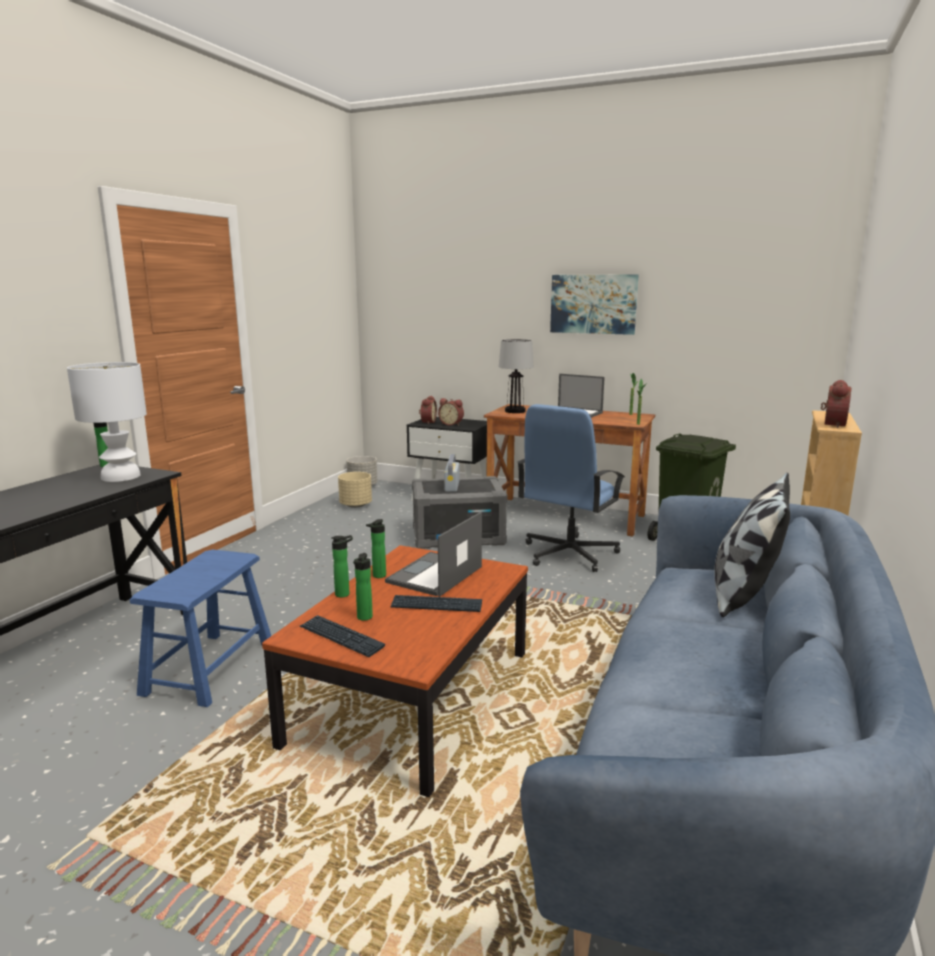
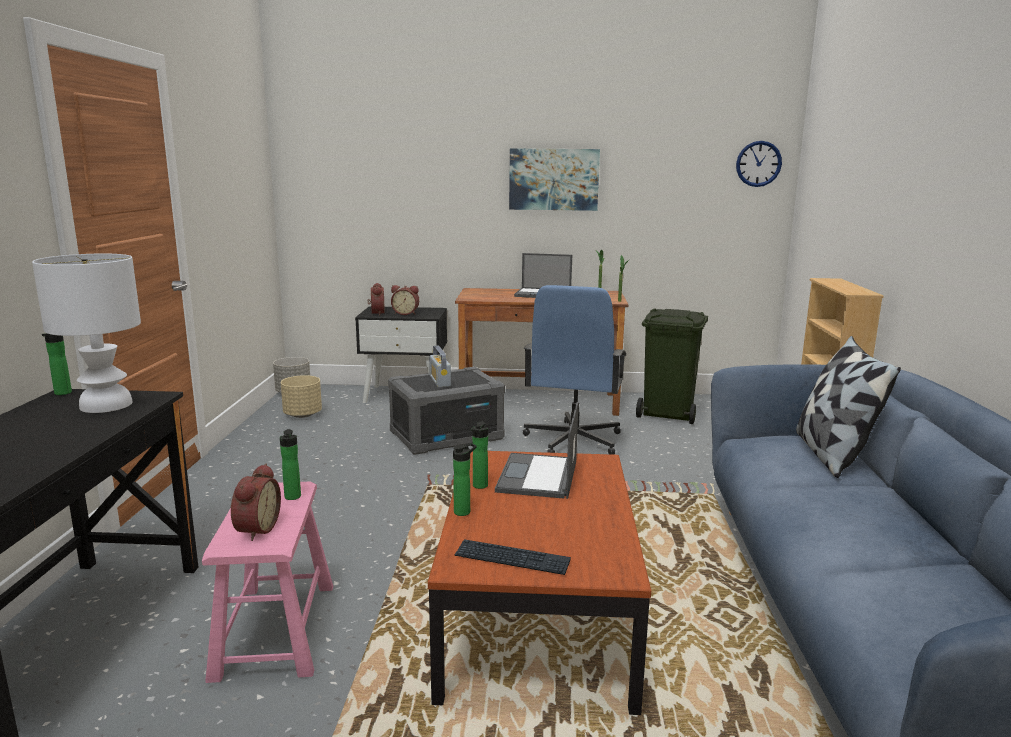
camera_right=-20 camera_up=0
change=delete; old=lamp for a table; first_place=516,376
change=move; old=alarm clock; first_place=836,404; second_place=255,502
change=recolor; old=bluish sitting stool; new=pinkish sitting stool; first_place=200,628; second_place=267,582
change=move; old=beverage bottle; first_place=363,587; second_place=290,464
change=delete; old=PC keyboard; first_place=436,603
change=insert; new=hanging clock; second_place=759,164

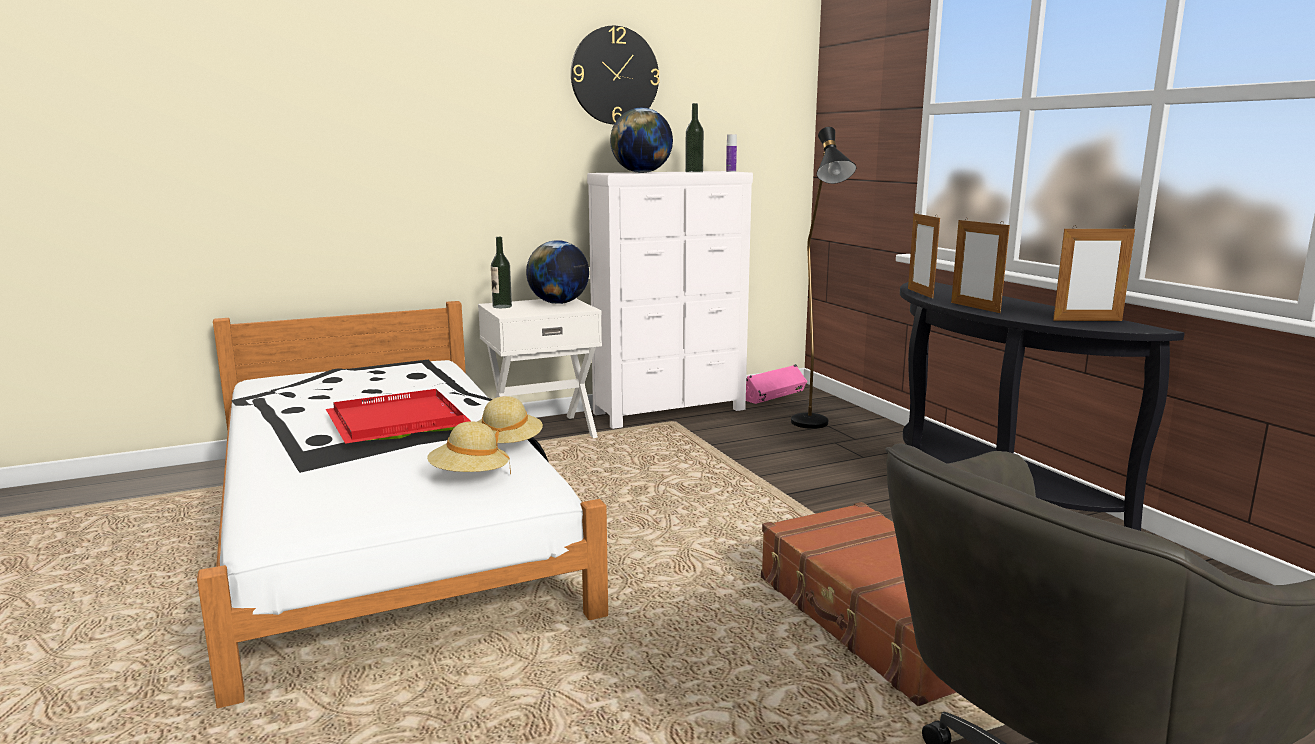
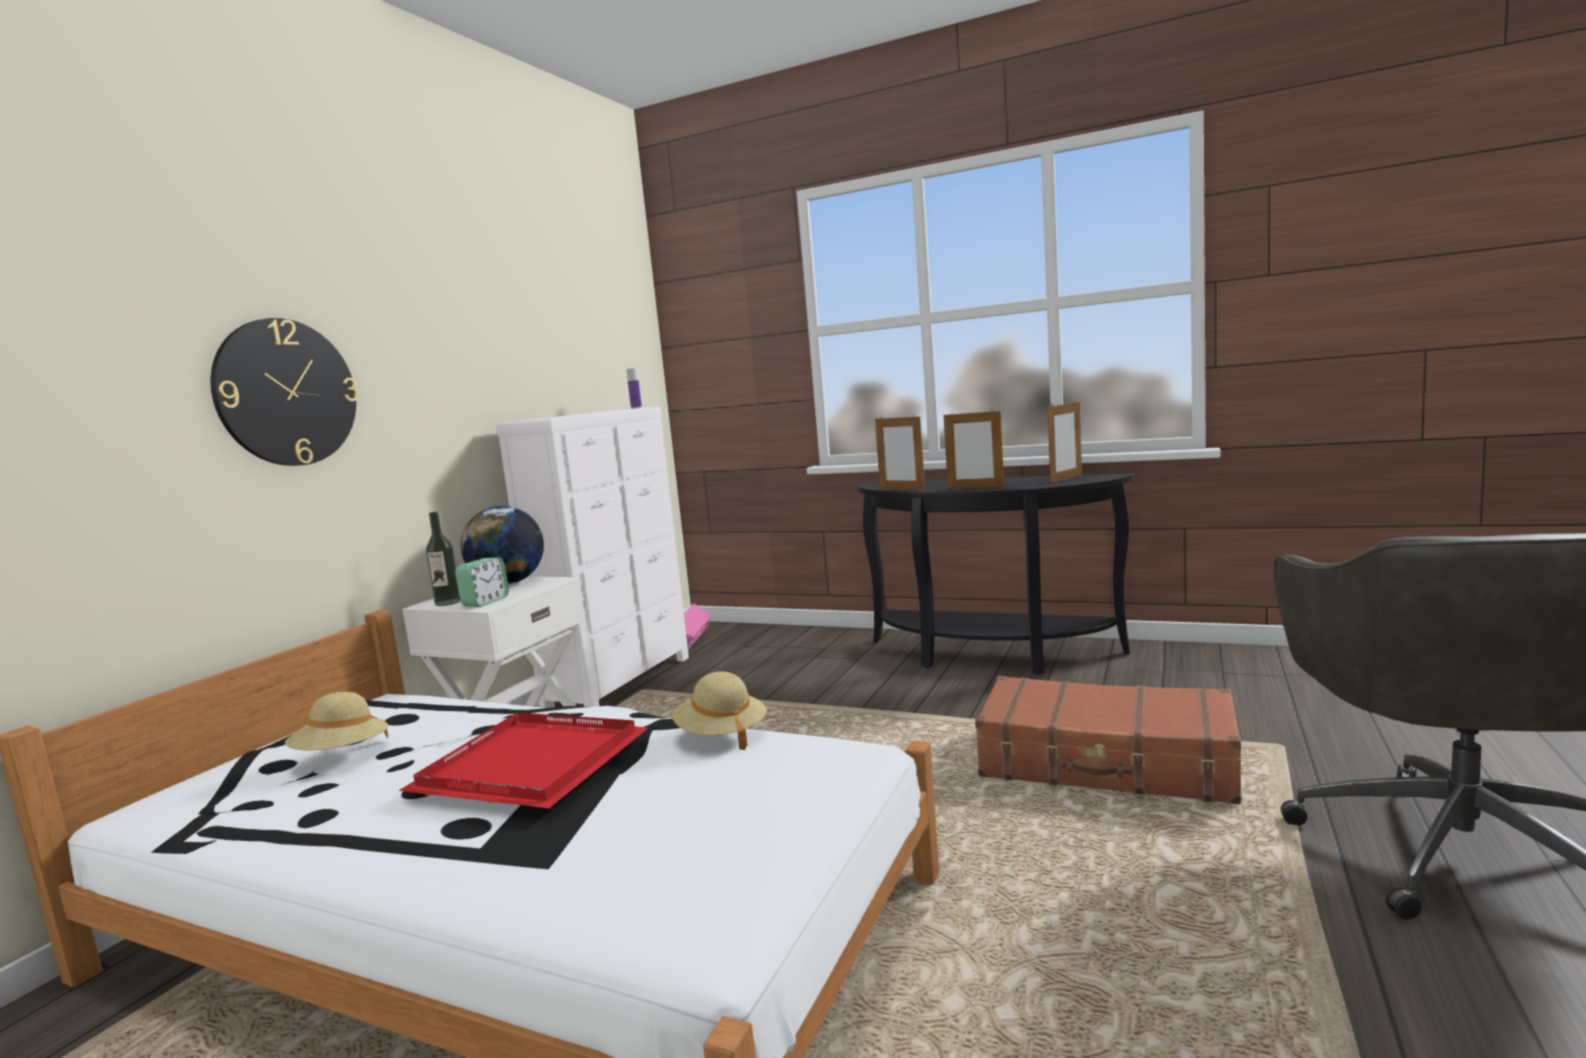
camera_right=-40 camera_up=-5
change=move; old=hanging clock; first_place=615,75; second_place=284,392
change=delete; old=beverage bottle; first_place=694,137
change=delete; old=world globe; first_place=641,140
change=delete; old=black-coloured standing lamp; first_place=824,278
change=move; old=beige wearable hat; first_place=469,447; second_place=336,721
change=insert; new=alarm clock; second_place=482,582

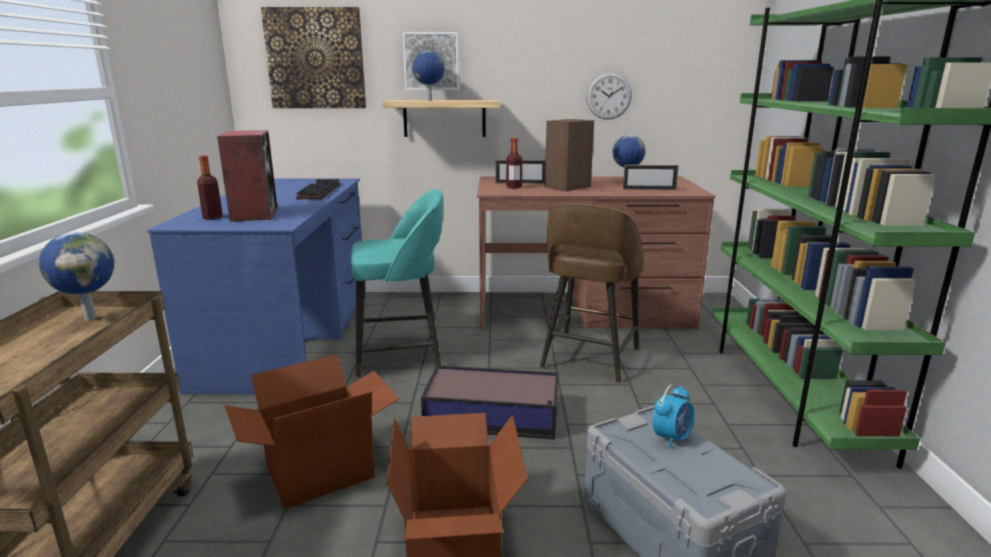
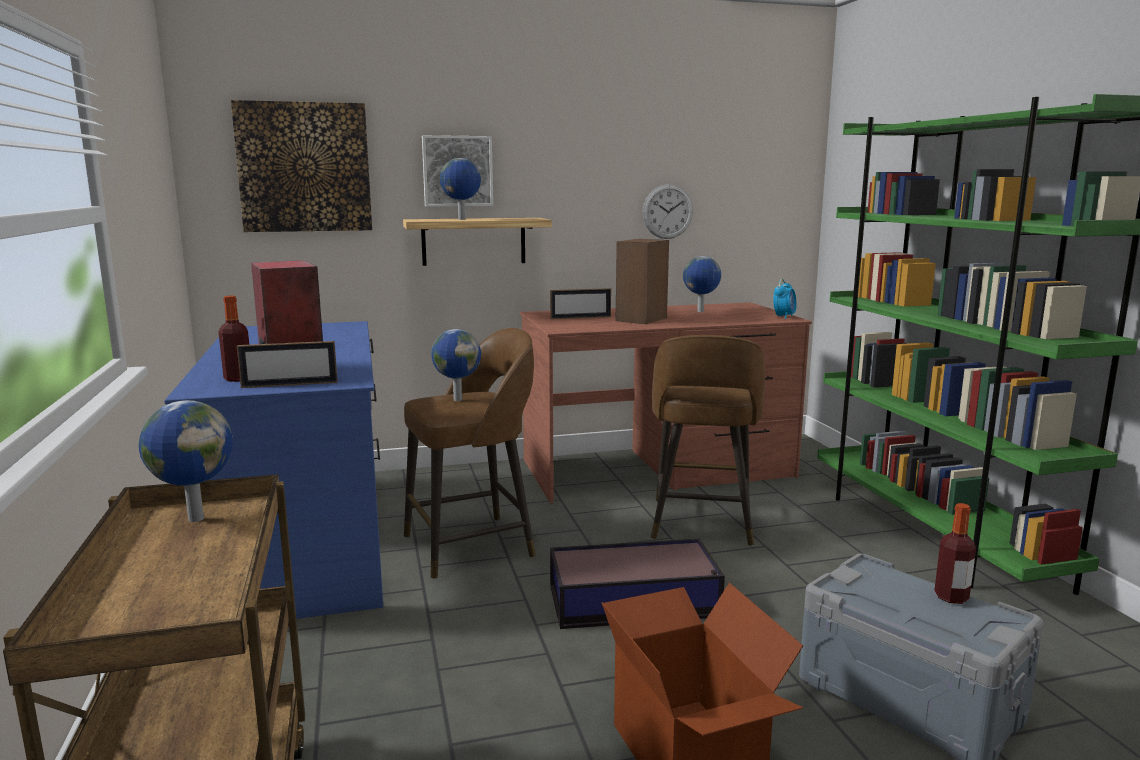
camera_right=-15 camera_up=-5
change=move; old=beverage bottle; first_place=514,163; second_place=955,553
change=move; old=picture frame; first_place=651,177; second_place=287,364
change=delete; old=PC keyboard; first_place=318,189
change=recolor; old=blue-green sitting stool; new=brown sitting stool; first_place=397,283; second_place=470,453
change=delete; old=cardboard box; first_place=312,431
change=move; old=alarm clock; first_place=673,416; second_place=785,299
change=insert; new=world globe; second_place=456,365

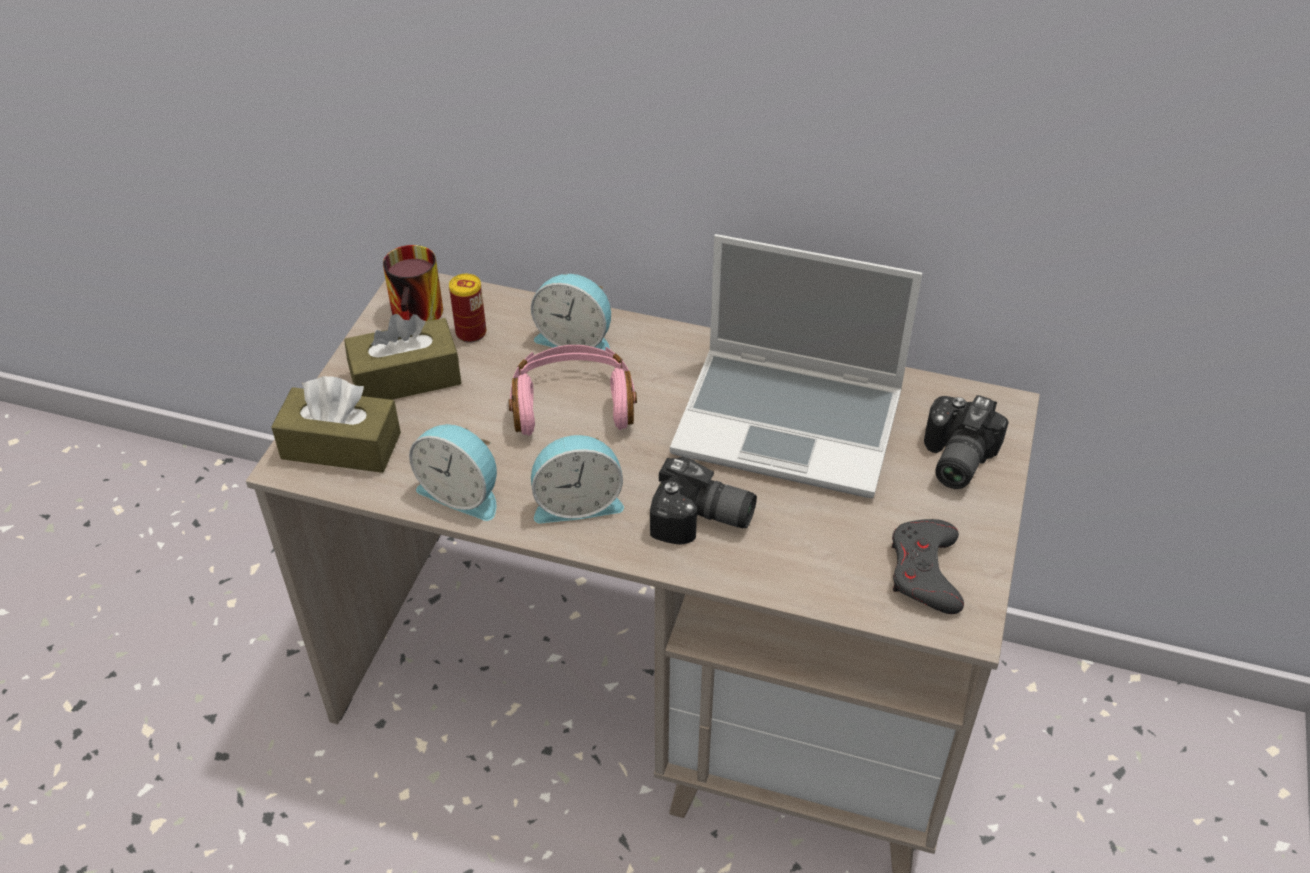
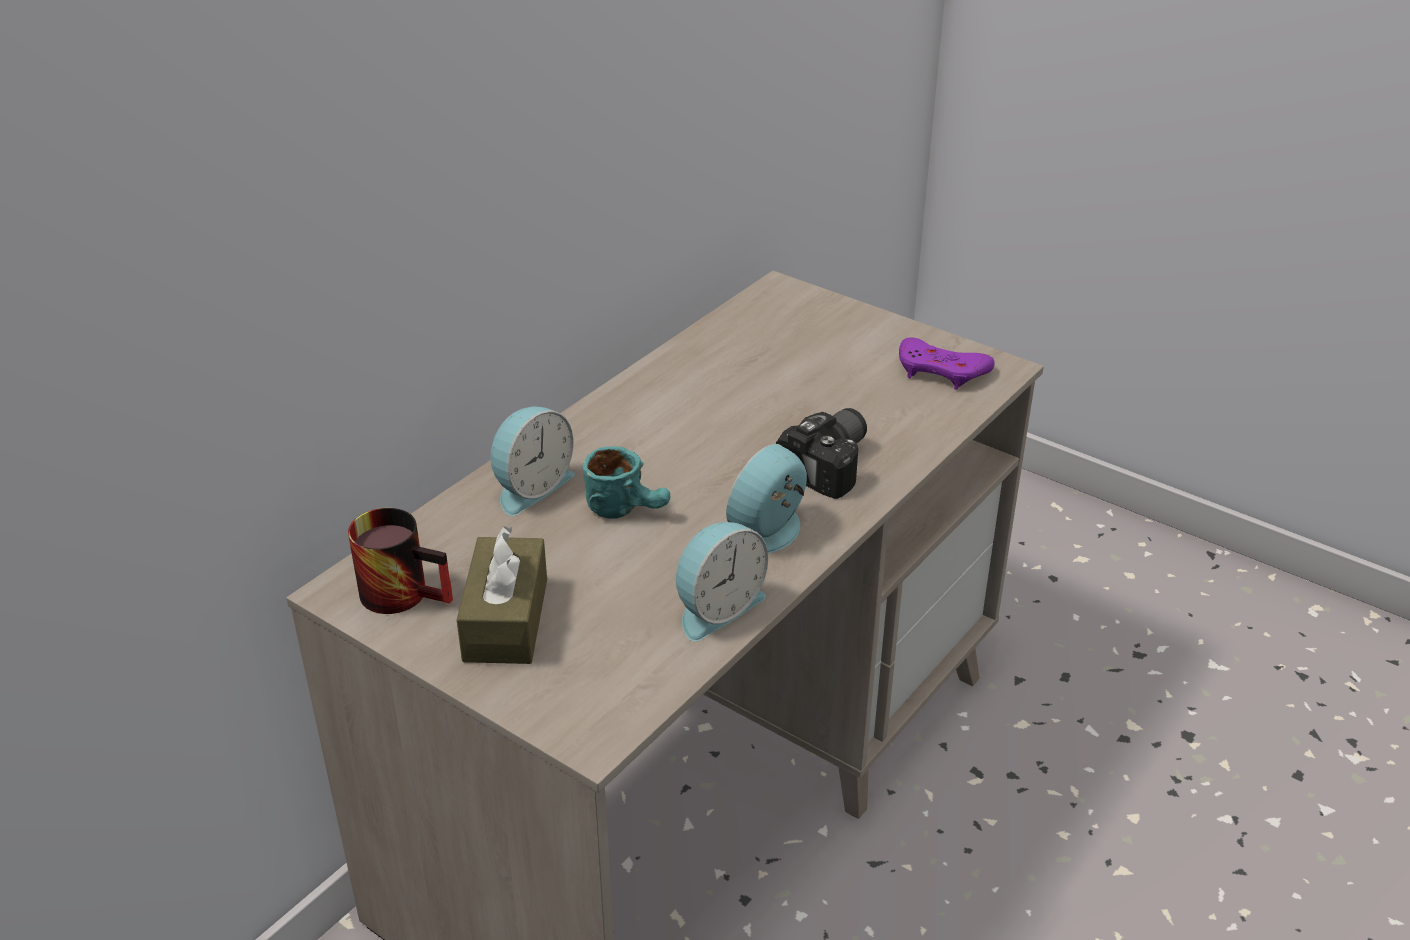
camera_right=-70 camera_up=-10
change=delete; old=portable computer; first_place=796,366
change=delete; old=sealed can; first_place=467,308
change=replace; old=pinkish headphones; new=blue-green tea mug; first_place=572,390; second_place=626,482
change=delete; old=brown tissue box; first_place=336,424
change=delete; old=photo camera; first_place=966,442
change=rotate; old=alarm clock; first_place=577,479; second_place=766,498; degrees=-150
change=recolor; old=grey joypad; new=purplish joypad; first_place=927,566; second_place=946,363

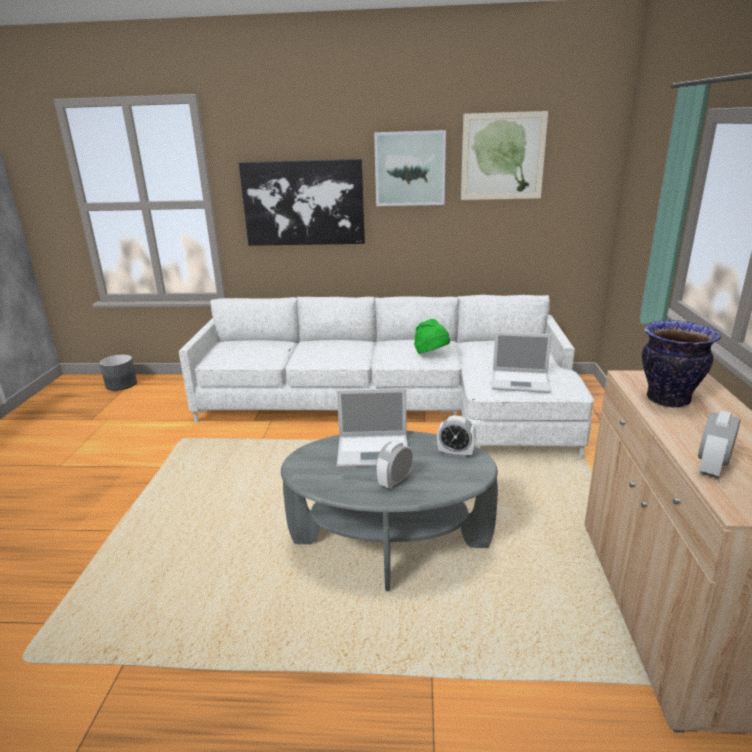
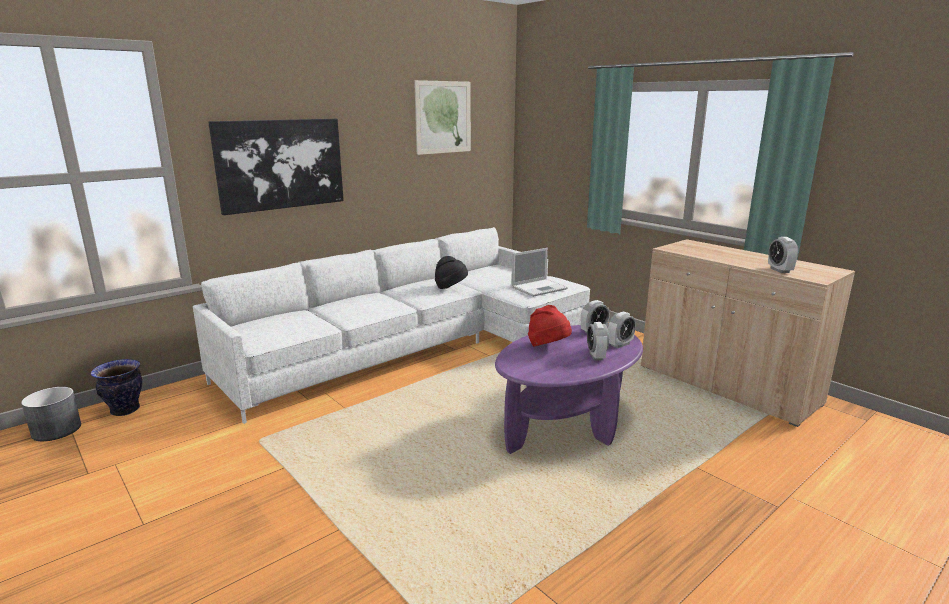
camera_right=-45 camera_up=-5
change=delete; old=wall art; first_place=410,168
change=recolor; old=greenish wearable hat; new=black-coloured wearable hat; first_place=432,336; second_place=451,272
change=move; old=flower vase; first_place=681,364; second_place=116,387
change=replace; old=portable computer; new=red-coloured wearable hat; first_place=372,428; second_place=550,326
change=recolor; old=grey low table; new=purplish low table; first_place=389,511; second_place=569,389
change=insert; new=alarm clock; second_place=622,329

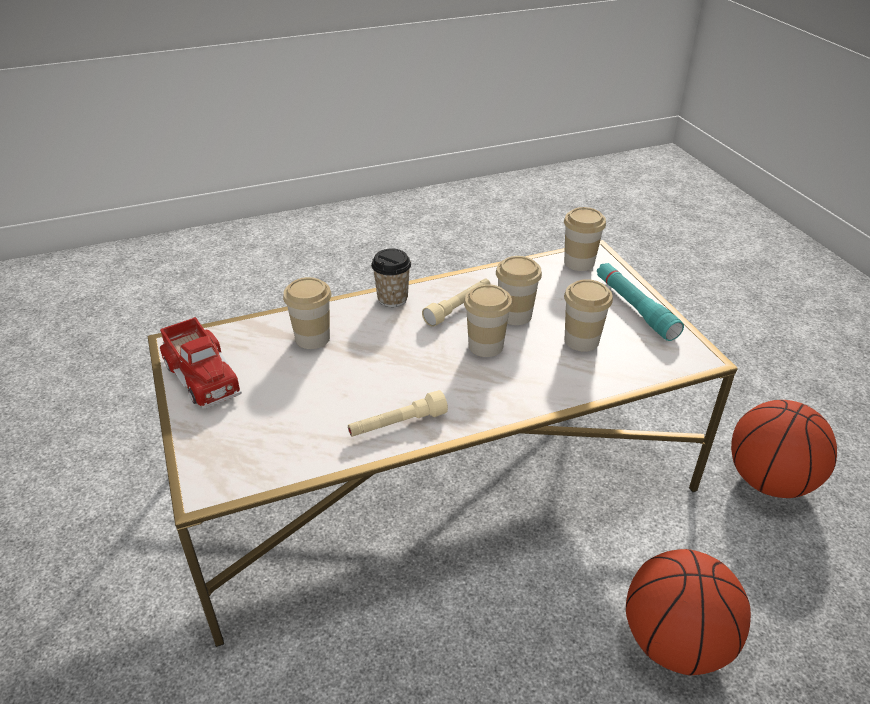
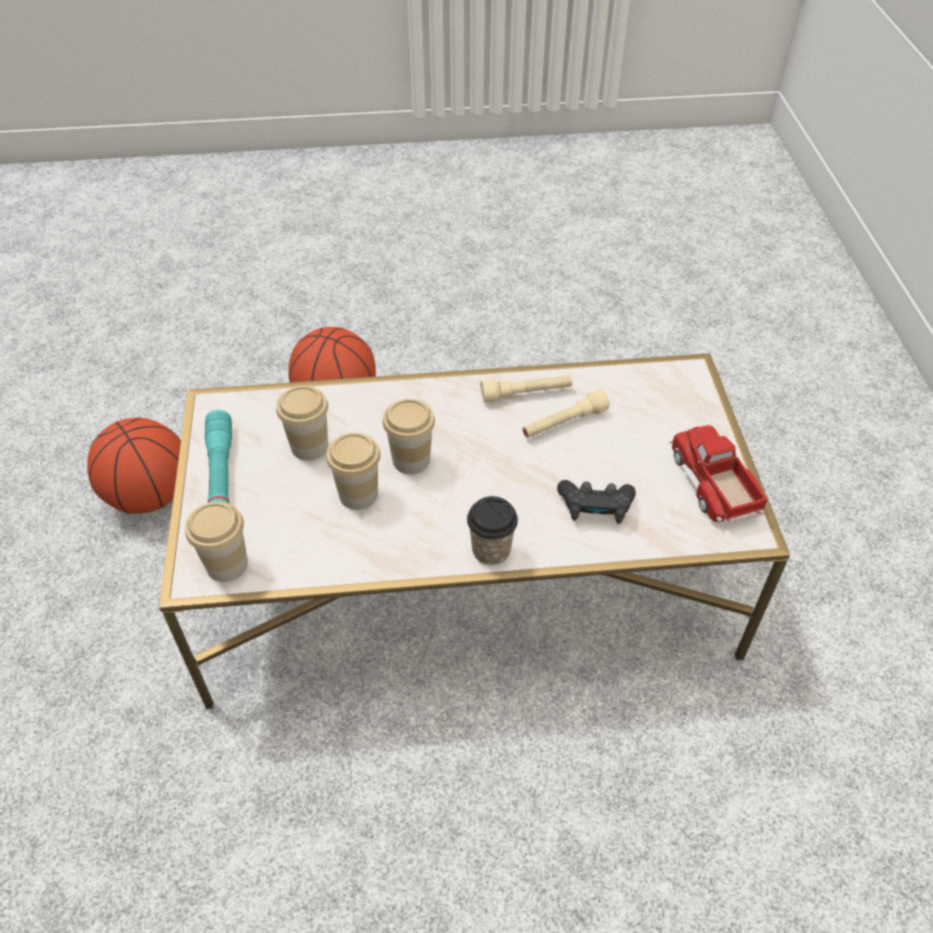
camera_right=-165 camera_up=10
change=replace; old=drinking cup; new=black-coloured joypad; first_place=307,313; second_place=596,502
change=move; old=beige flashlight; first_place=456,302; second_place=565,413

